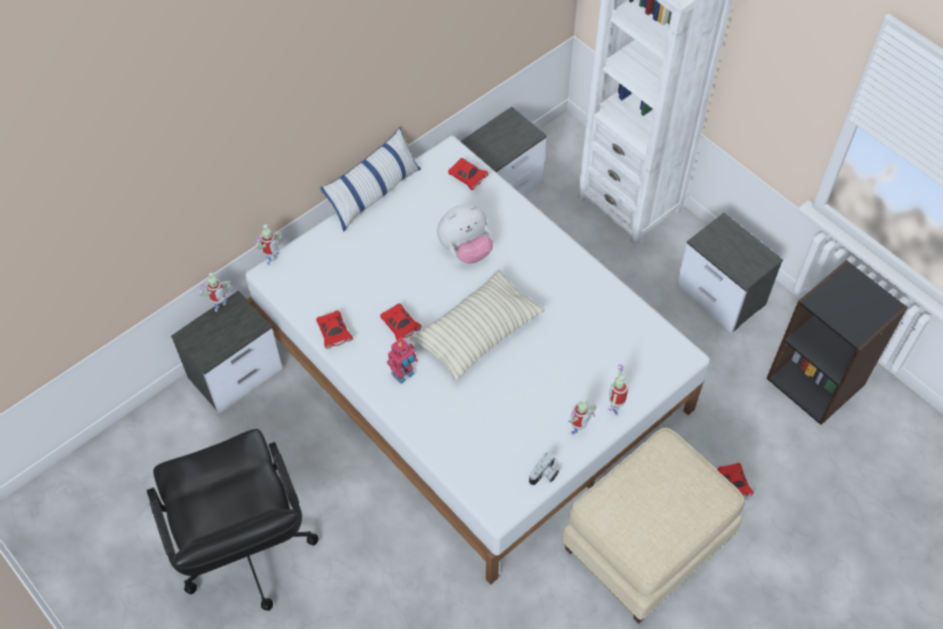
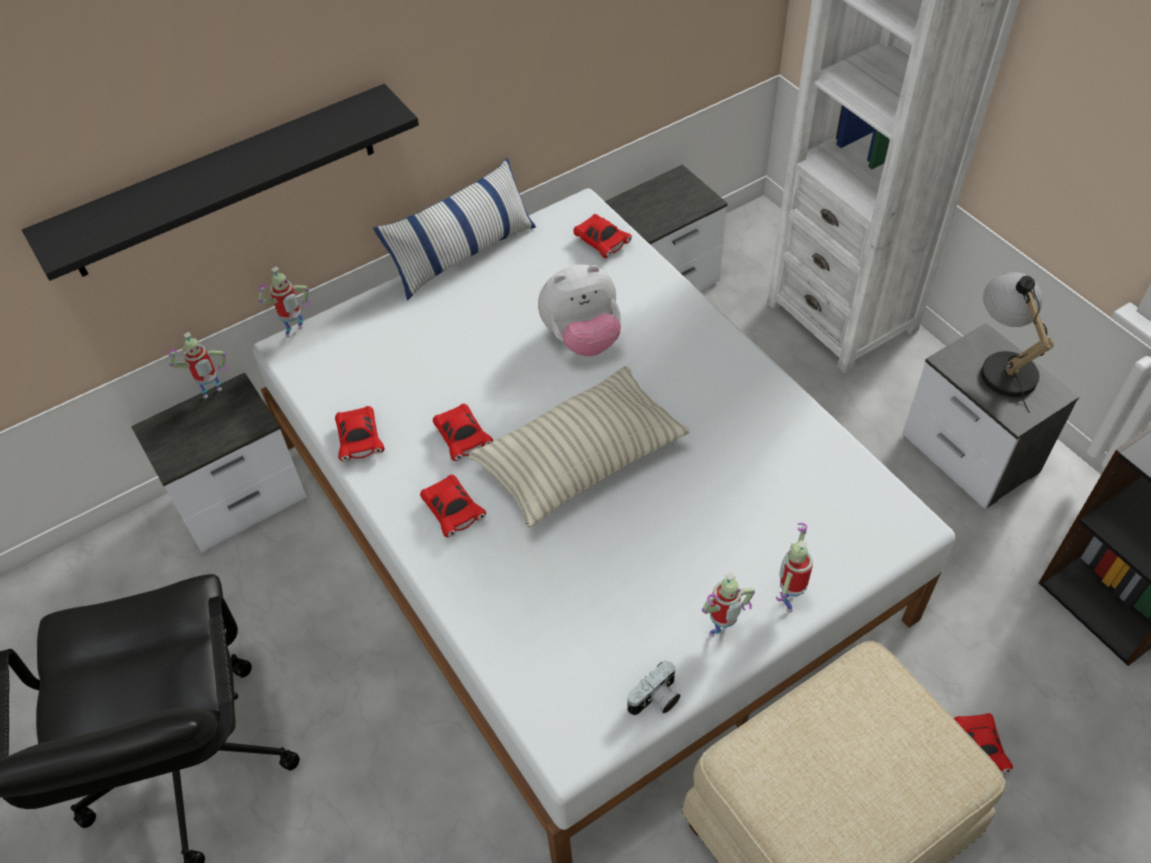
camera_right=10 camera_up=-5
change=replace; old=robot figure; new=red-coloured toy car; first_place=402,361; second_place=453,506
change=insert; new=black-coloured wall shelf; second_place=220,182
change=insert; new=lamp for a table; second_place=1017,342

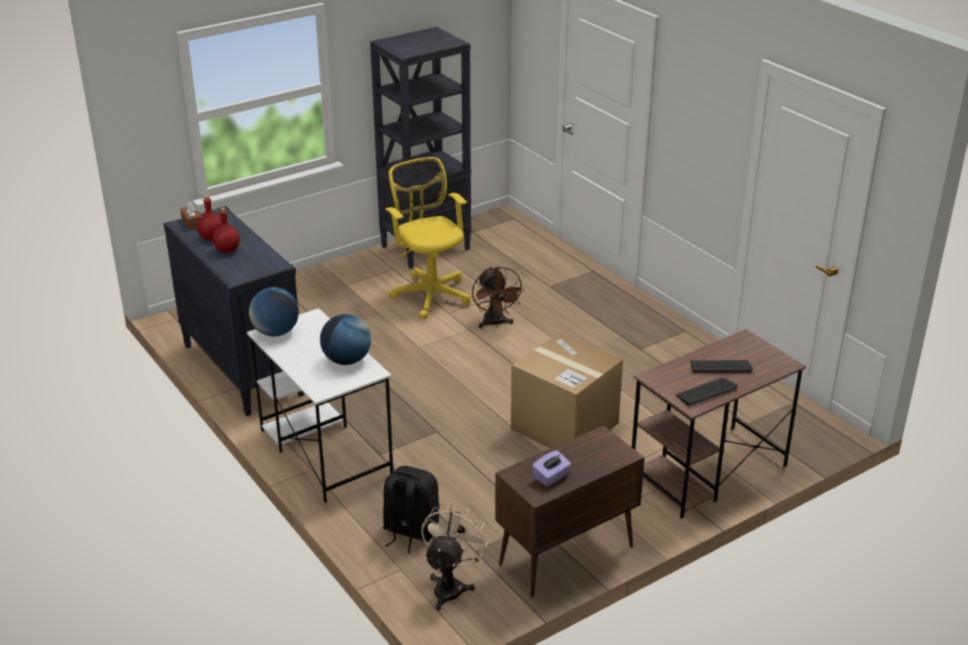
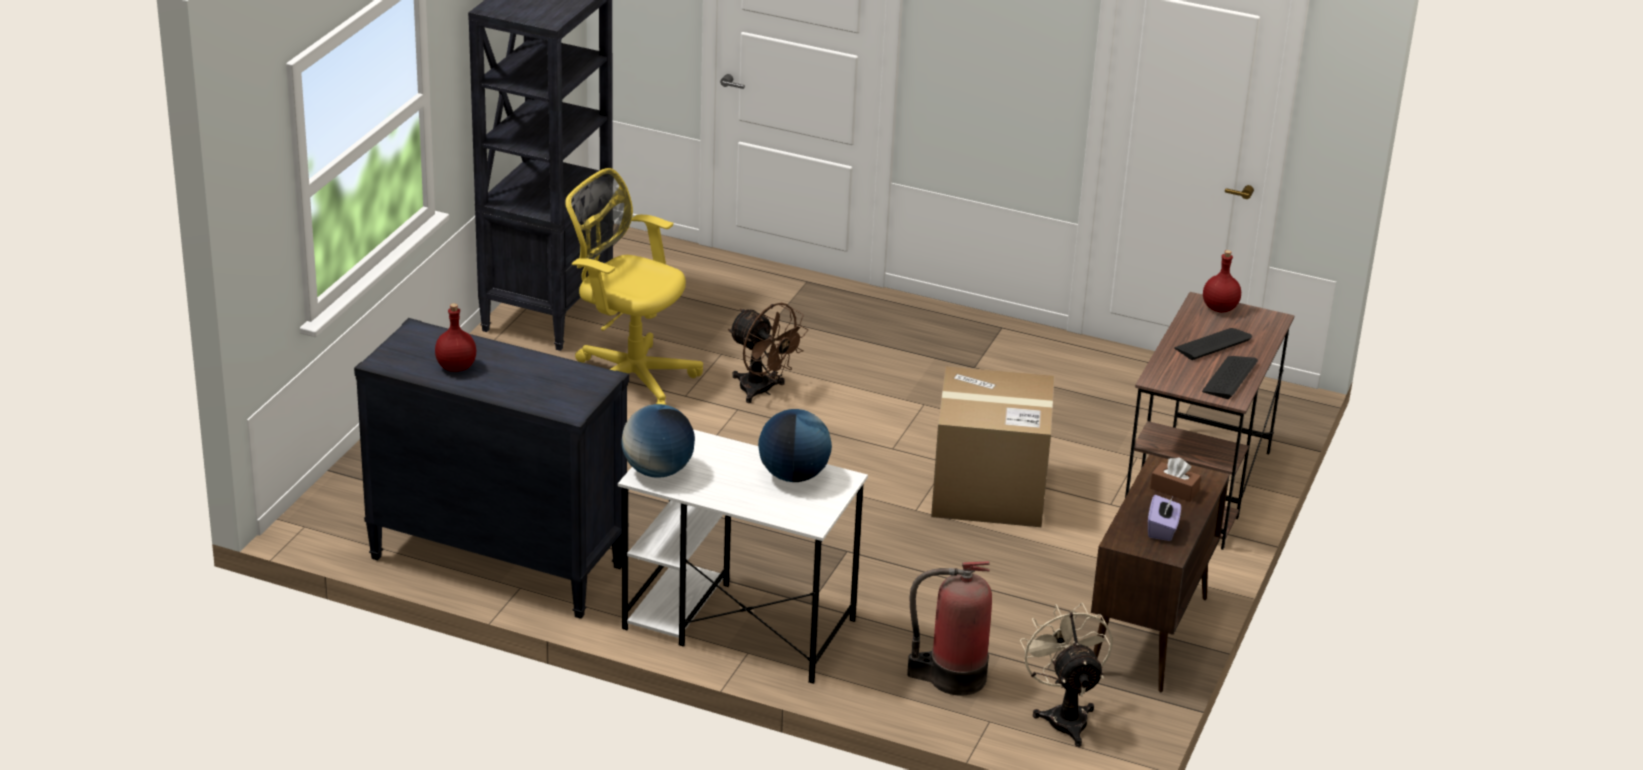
camera_right=-35 camera_up=0
change=move; old=brown tissue box; first_place=191,216; second_place=1175,480
change=move; old=red-coloured beverage bottle; first_place=226,230; second_place=1222,281
change=replace; old=black-coloured knapsack; new=fire-fighting cylinder; first_place=411,510; second_place=949,628

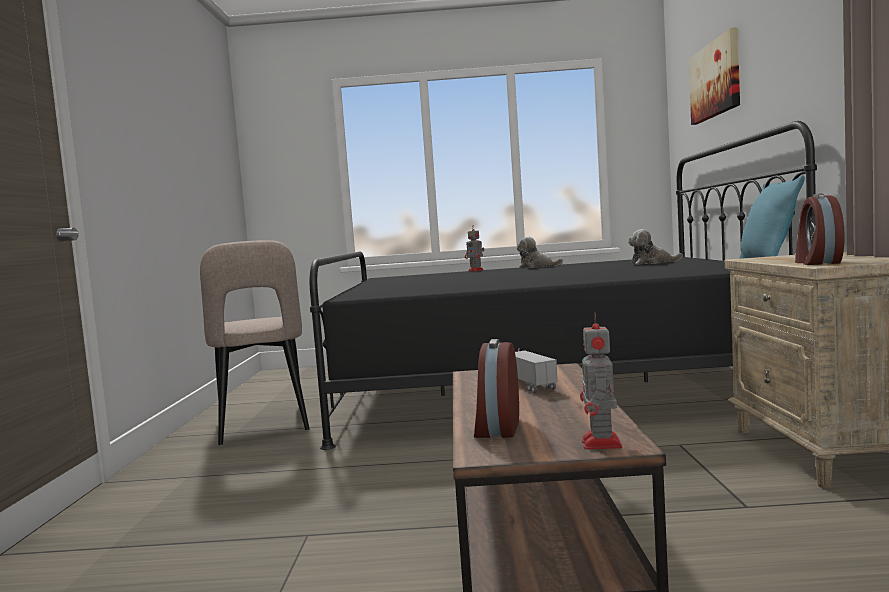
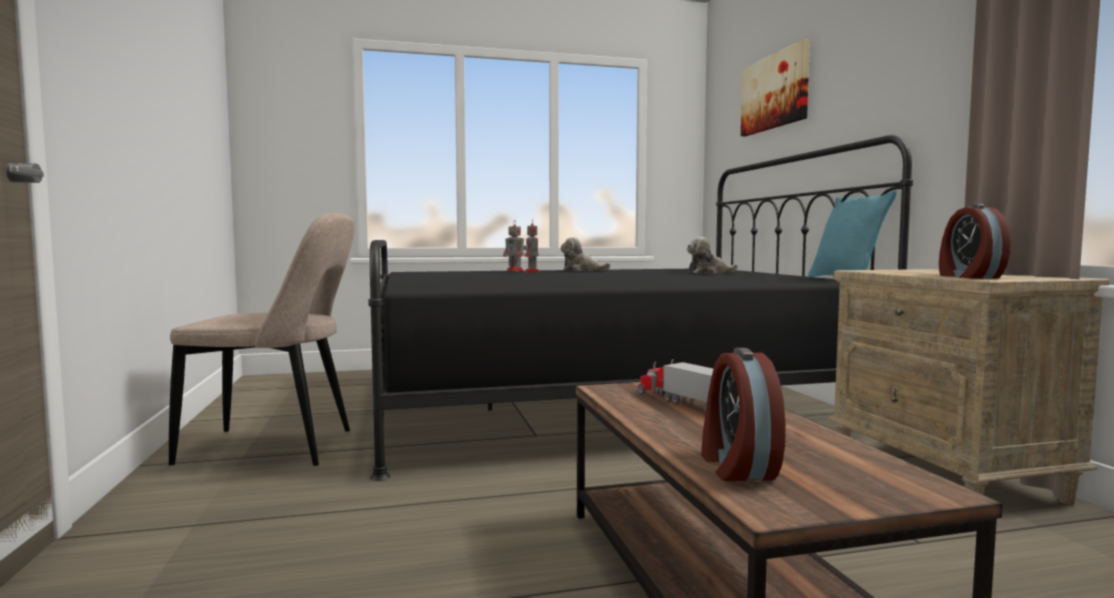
camera_right=-15 camera_up=0
change=rotate; old=beige chair; first_place=254,342; second_place=262,339; degrees=-60
change=move; old=robot figure; first_place=601,381; second_place=532,246

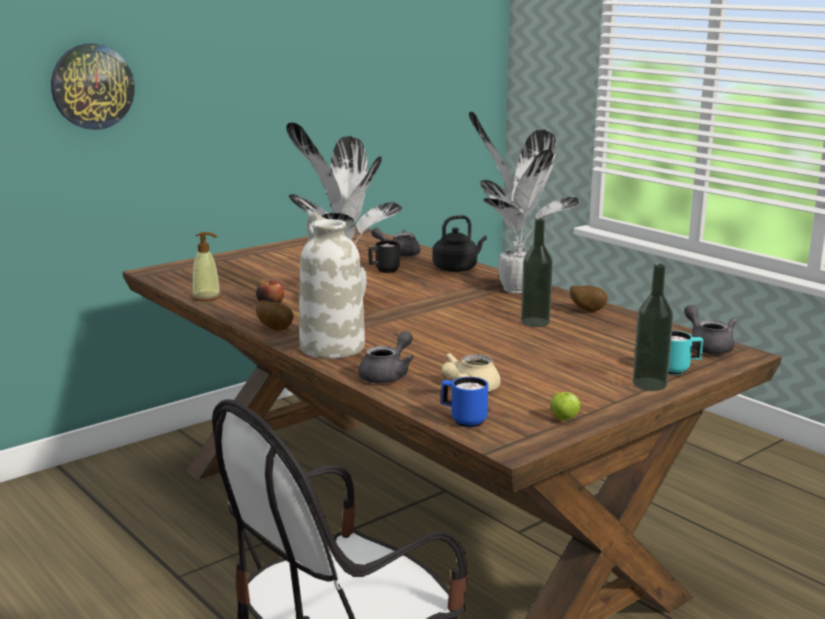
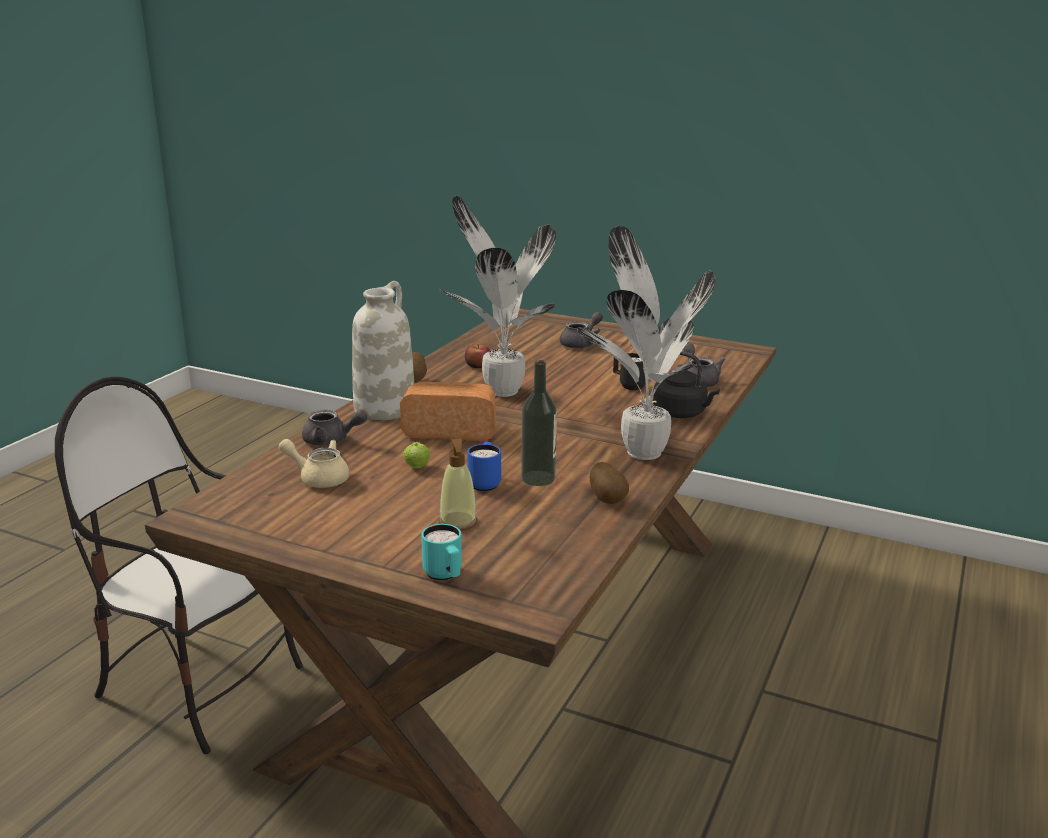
camera_right=65 camera_up=5
change=delete; old=hanging clock; first_place=93,86
change=move; old=soap dispenser; first_place=206,266; second_place=457,485
change=delete; old=beverage bottle; first_place=653,327
change=move; old=grey teapot; first_place=710,329; second_place=581,330
change=move; old=bluish tea mug; first_place=464,402; second_place=484,466
change=move; old=apple; first_place=565,406; second_place=416,455
change=insert; new=bread; second_place=448,411

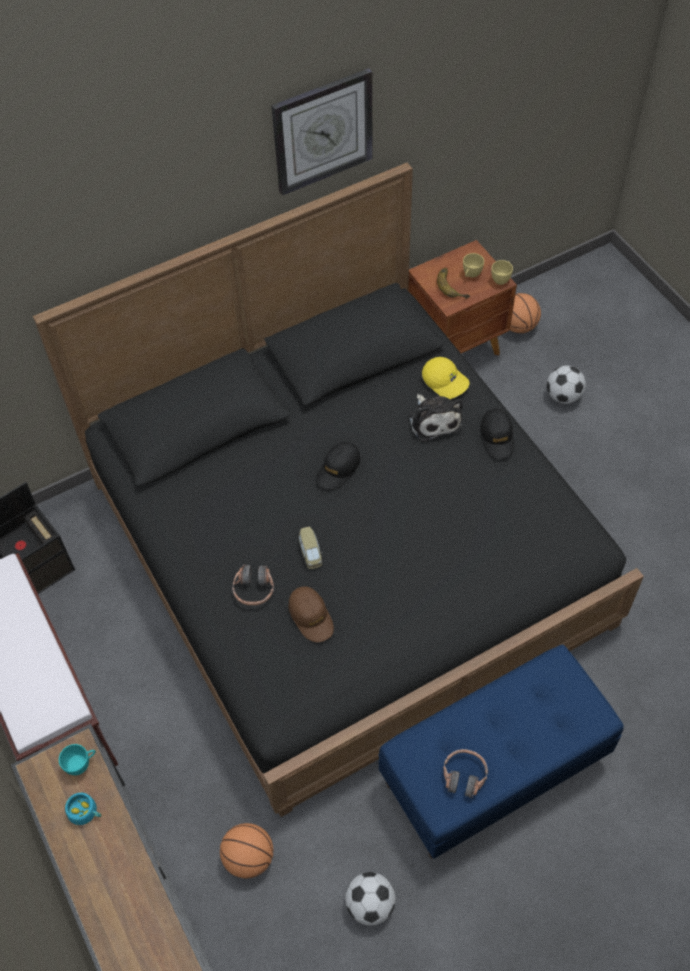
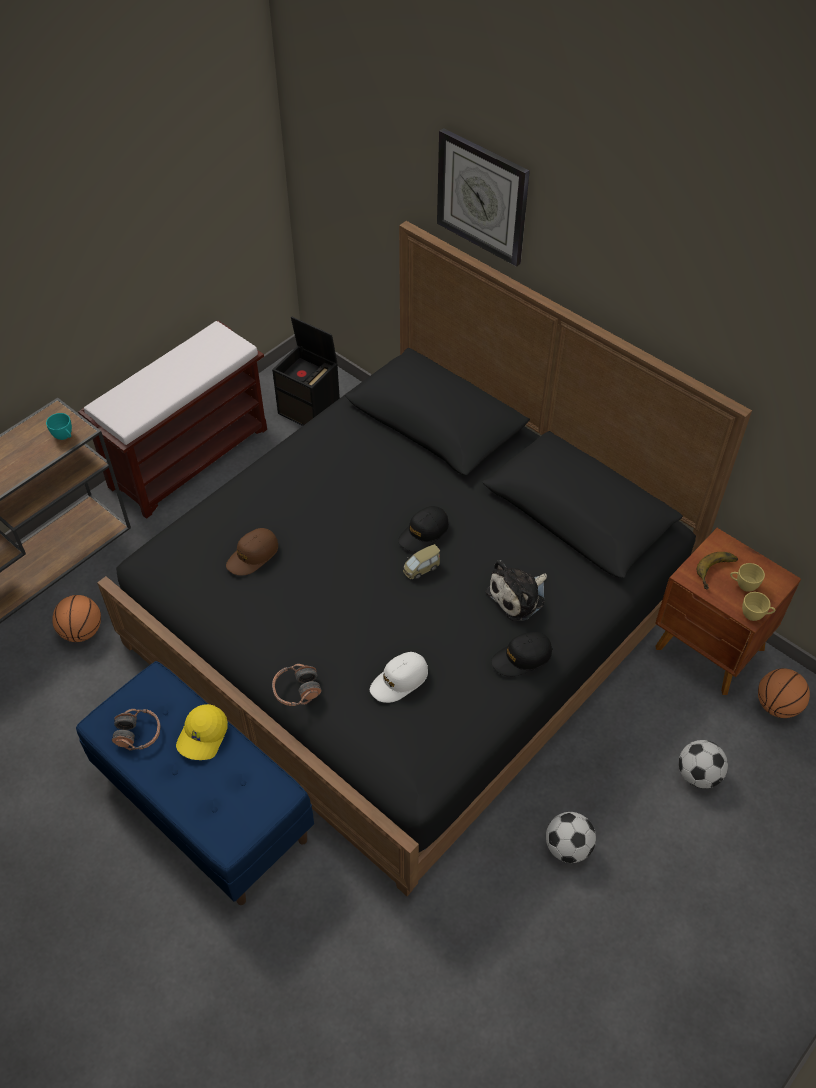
camera_right=70 camera_up=-5
change=move; old=hanging clock; first_place=321,132; second_place=483,197
change=move; old=yellow cap; first_place=446,378; second_place=202,732
change=rotate; old=black-coloured cap; first_place=338,466; second_place=423,529; degrees=-60
change=move; old=toy car; first_place=311,548; second_place=421,561
change=move; old=headphones; first_place=253,584; second_place=297,685
change=delete; old=blue-green drinking cup; first_place=83,809
change=move; old=football ball; first_place=370,899; second_place=571,837
change=insert; new=white cap; second_place=399,677

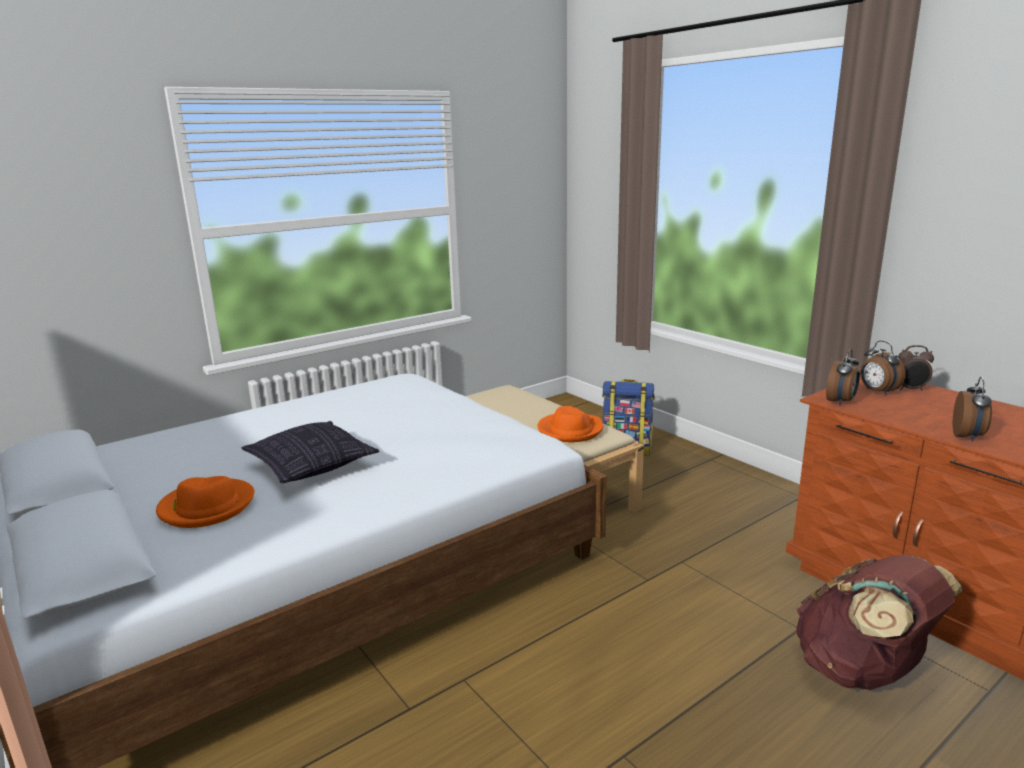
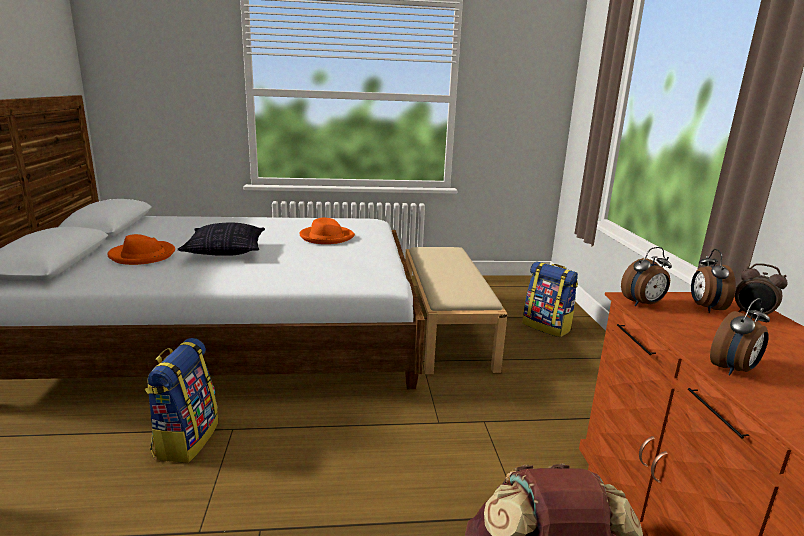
camera_right=30 camera_up=0
change=move; old=orangey wearable hat; first_place=571,424; second_place=327,231
change=insert; new=knapsack; second_place=181,400

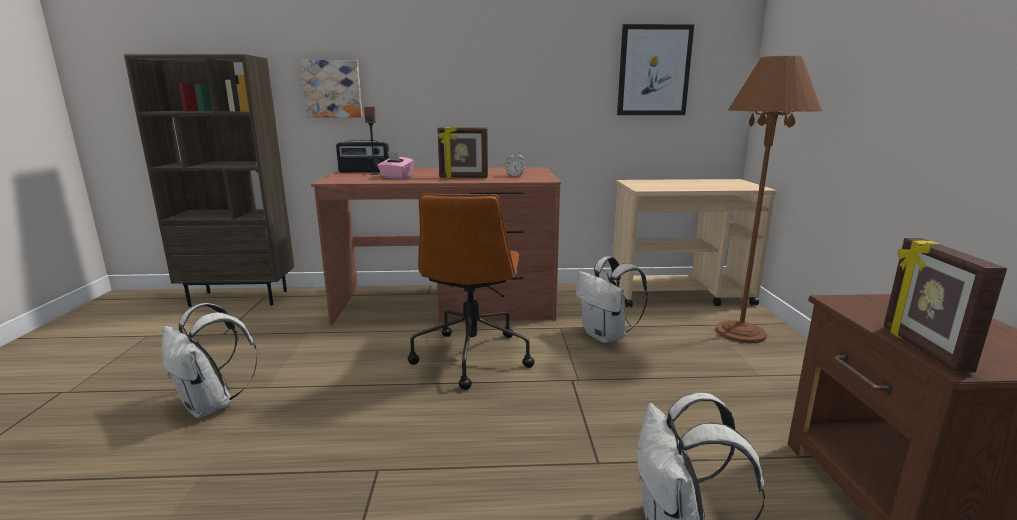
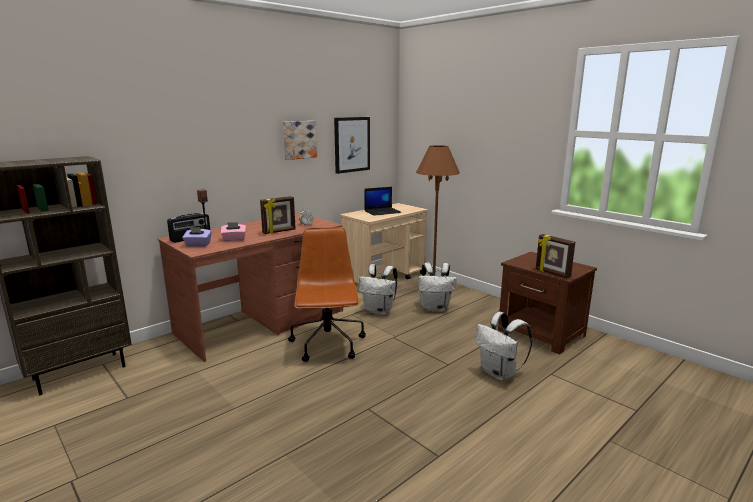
camera_right=-40 camera_up=0
change=move; old=wall art; first_place=331,88; second_place=300,140
change=rotate; old=brown office chair; first_place=471,292; second_place=327,294; degrees=-150
change=move; old=white knapsack; first_place=209,360; second_place=437,287
change=insert; new=portable computer; second_place=382,201
change=insert; new=purplish tissue box; second_place=197,237

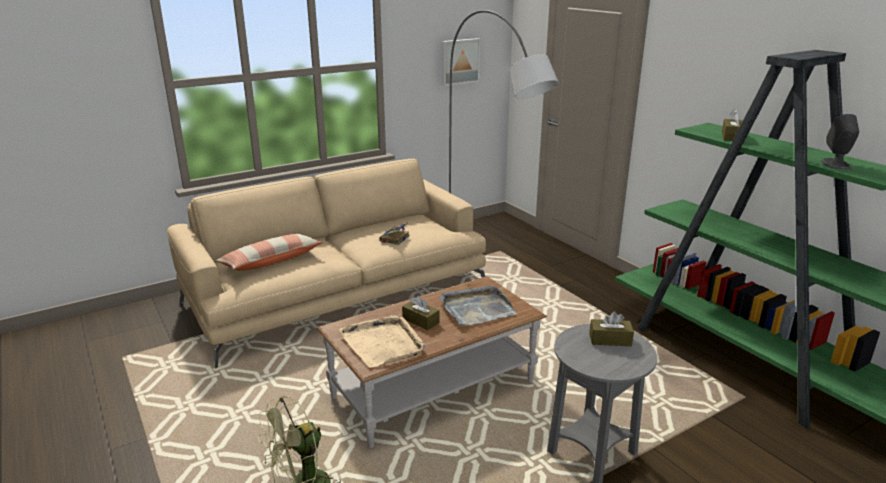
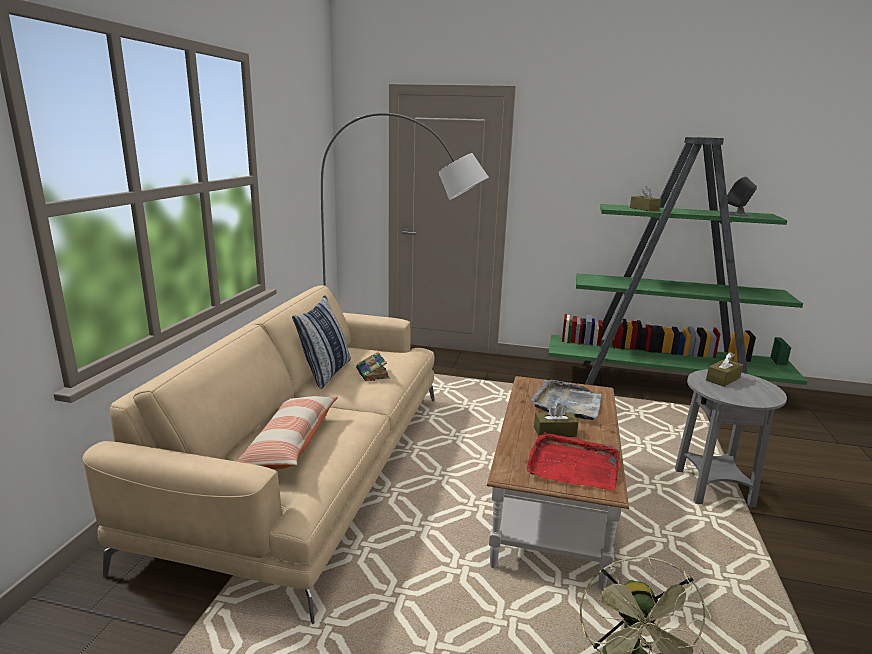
camera_right=-45 camera_up=-5
change=delete; old=wall art; first_place=461,62
change=recolor; old=beige tray; new=red-coloured tray; first_place=382,341; second_place=573,461
change=insert; new=cushion; second_place=321,342

